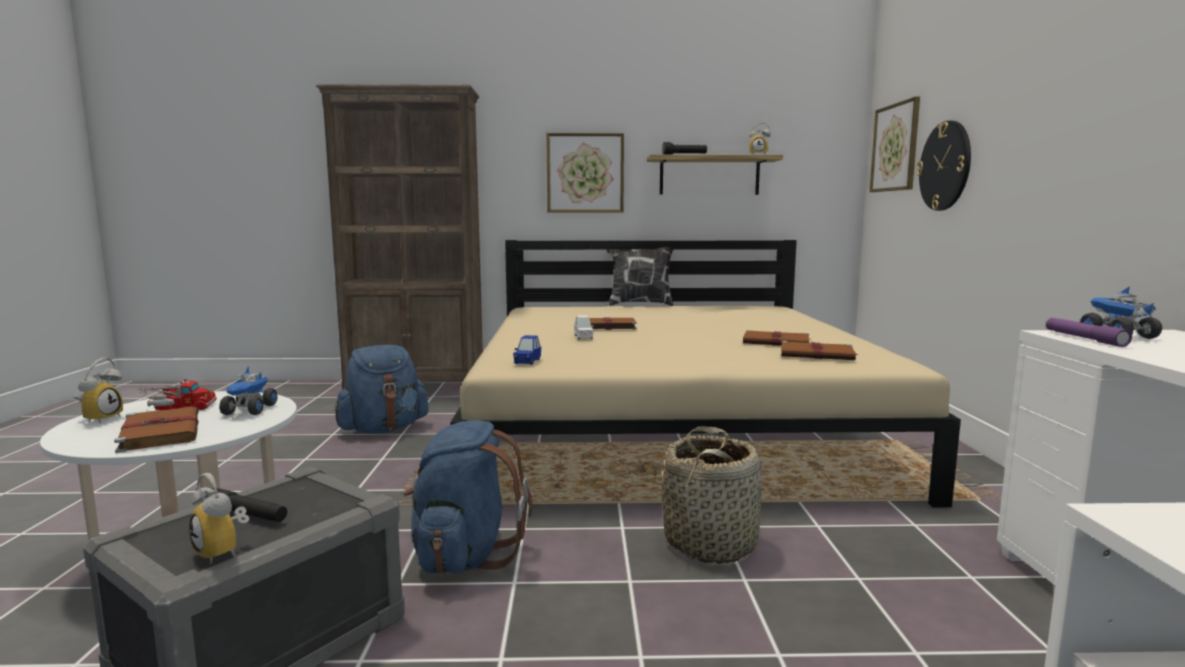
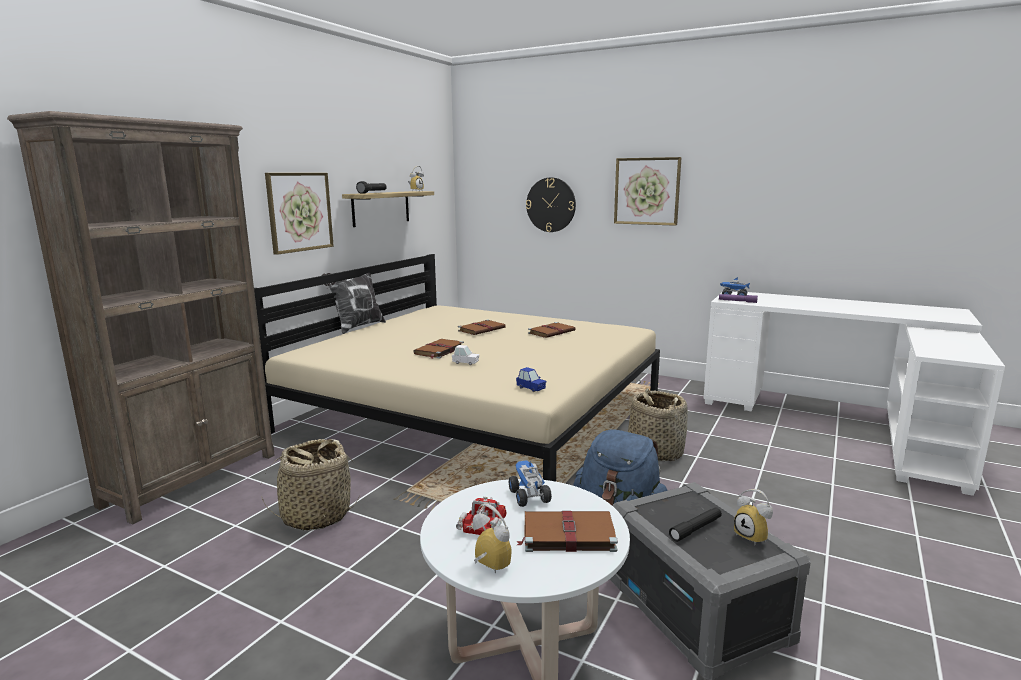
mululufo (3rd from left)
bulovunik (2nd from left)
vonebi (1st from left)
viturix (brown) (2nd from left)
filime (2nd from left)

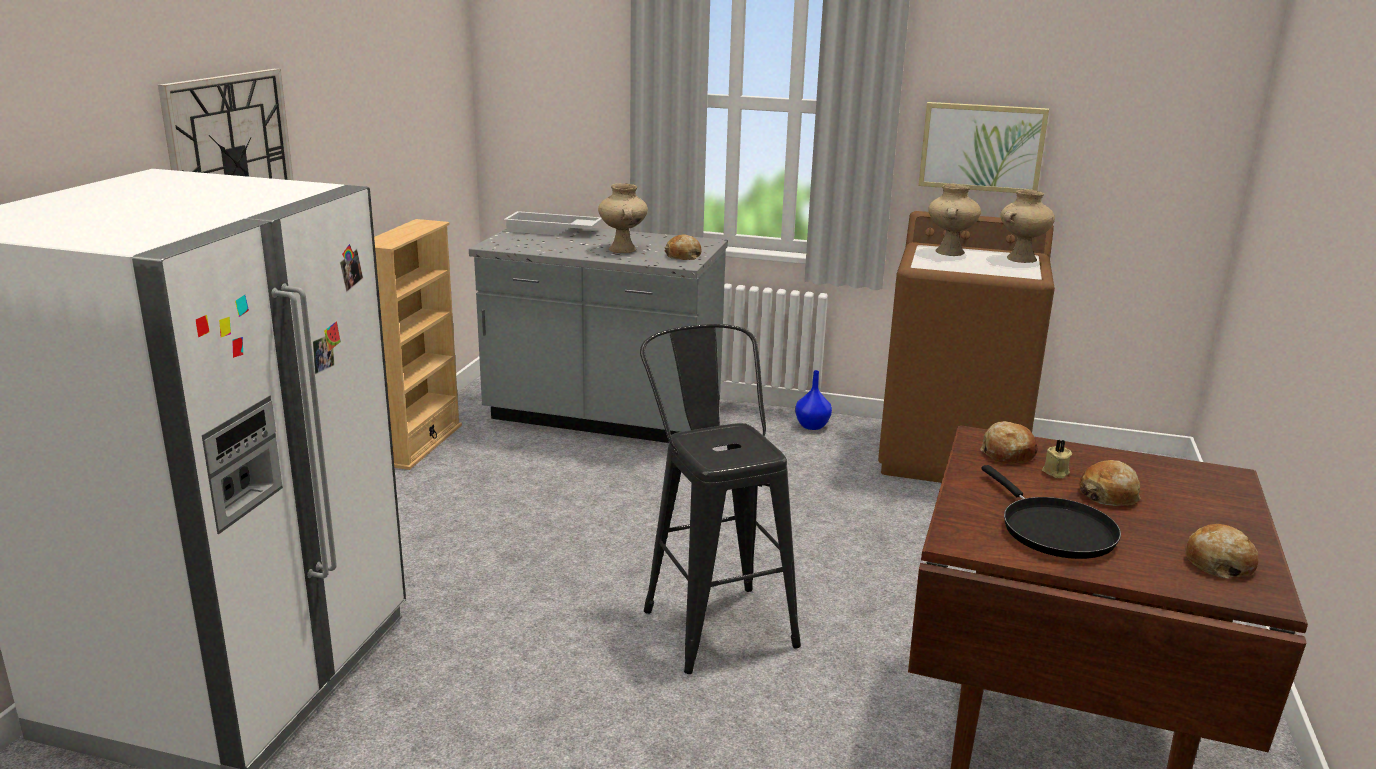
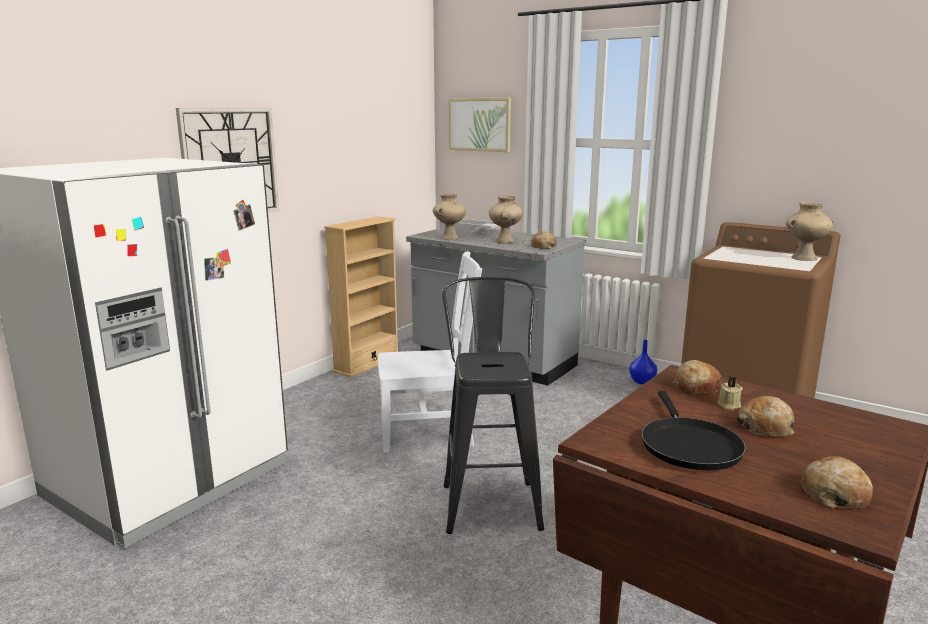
filime
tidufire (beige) (1st from left)
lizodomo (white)

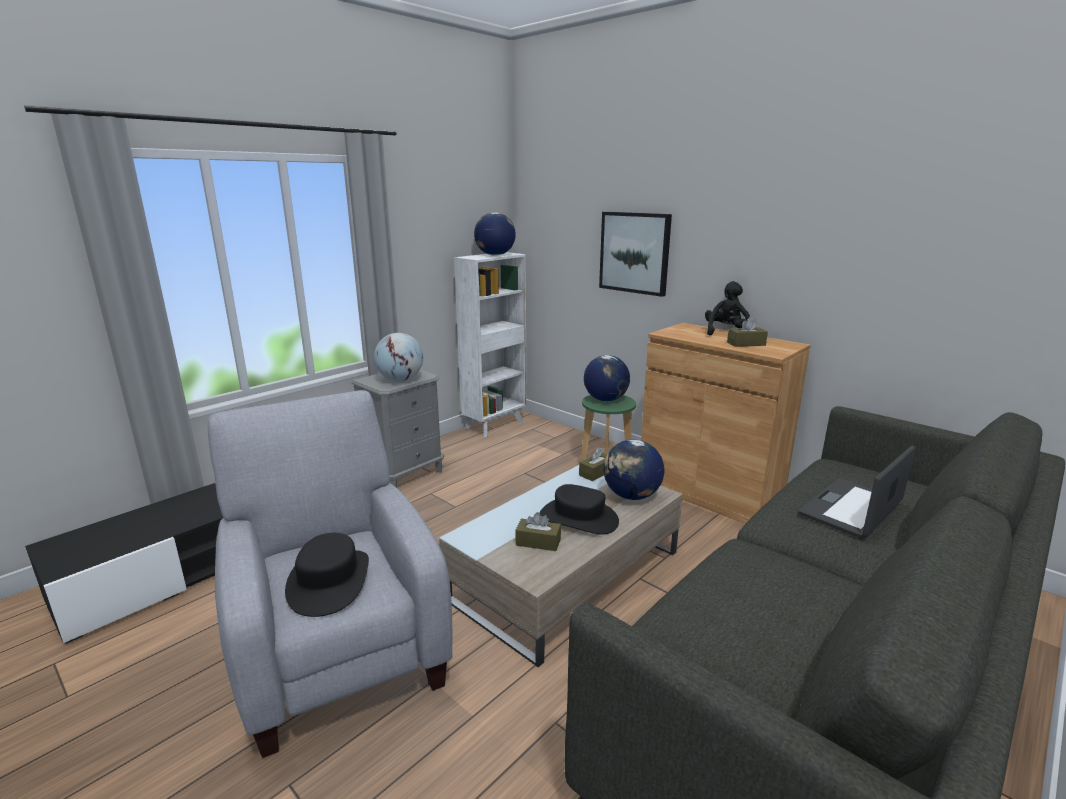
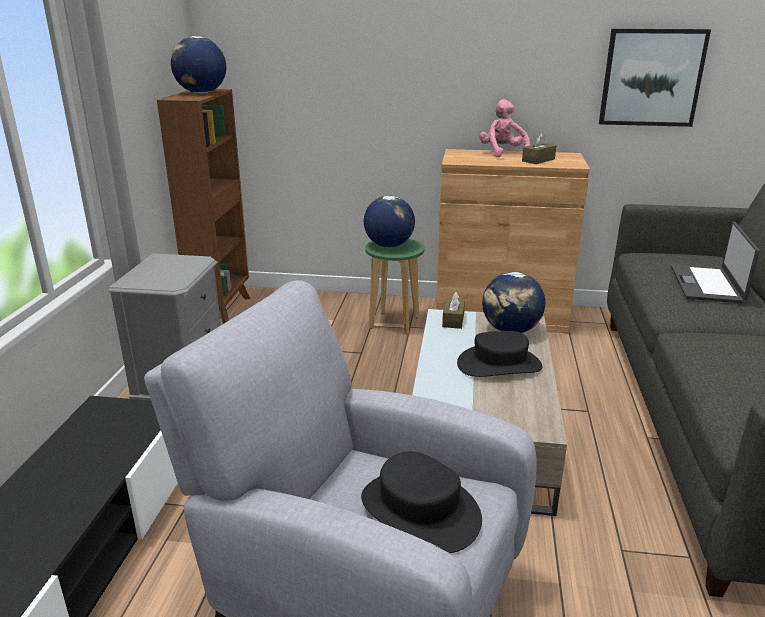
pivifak (1st from left in the first image)
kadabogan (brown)
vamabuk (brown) (1st from left in the first image)
filime
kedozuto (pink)

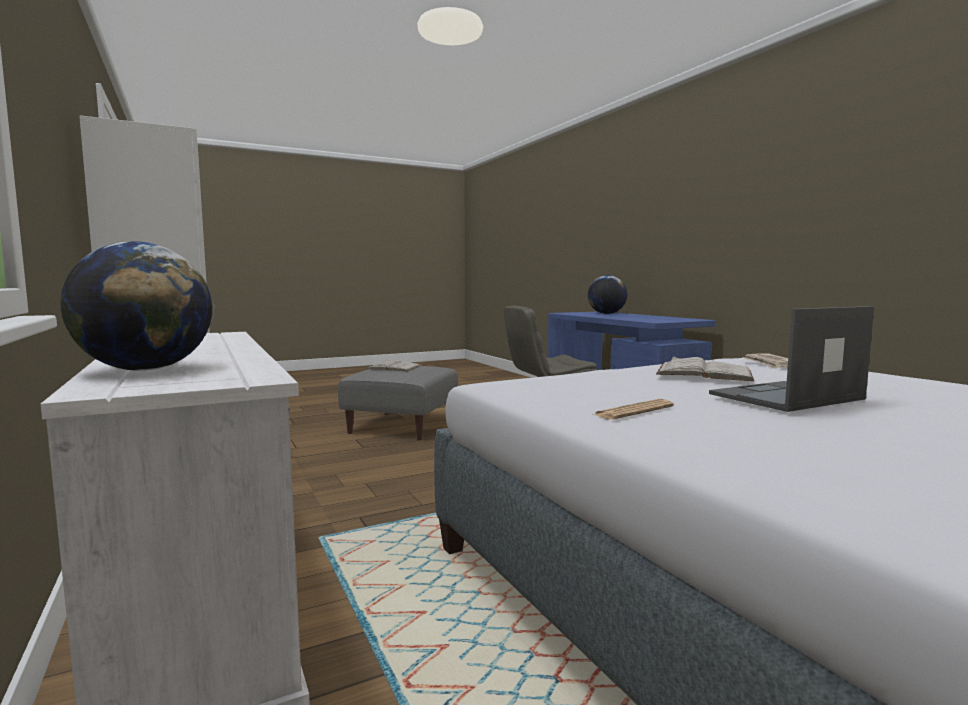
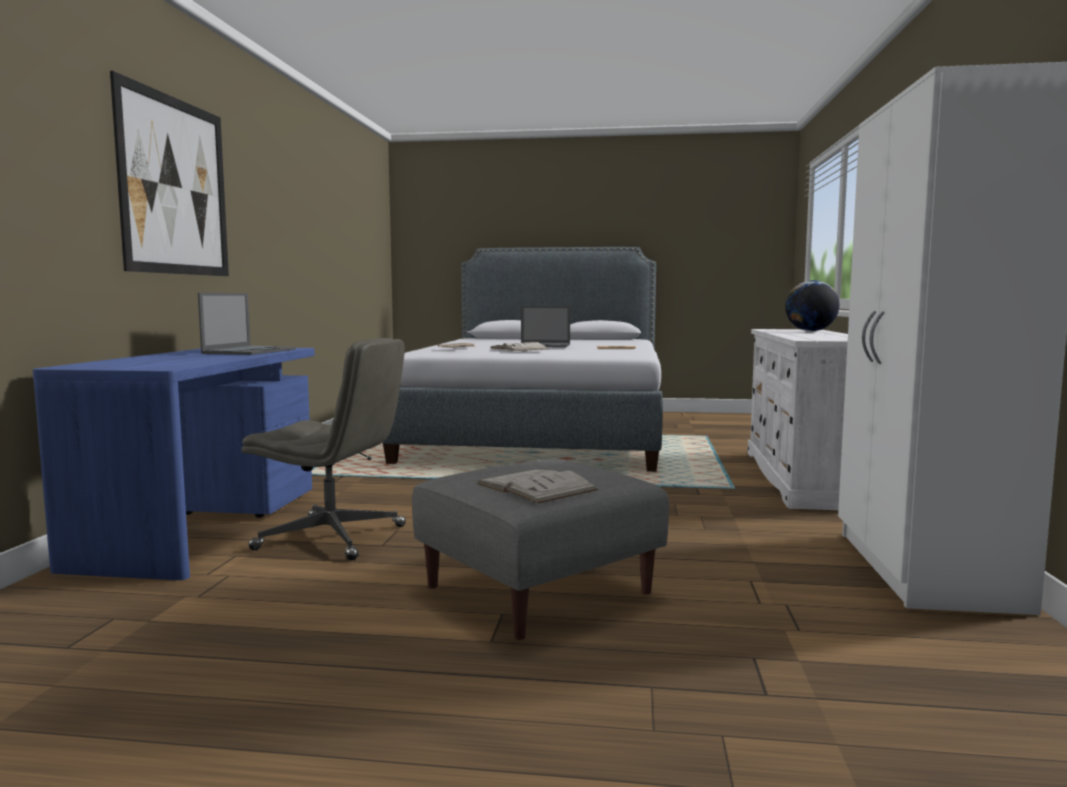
pivifak (2nd from left in the first image)
filime
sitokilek (1st from left)

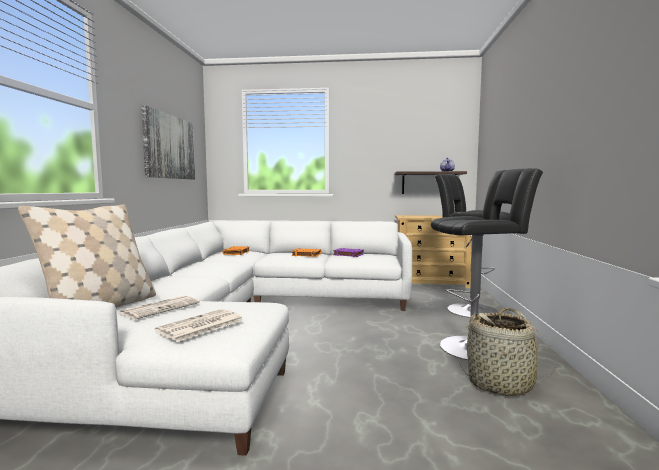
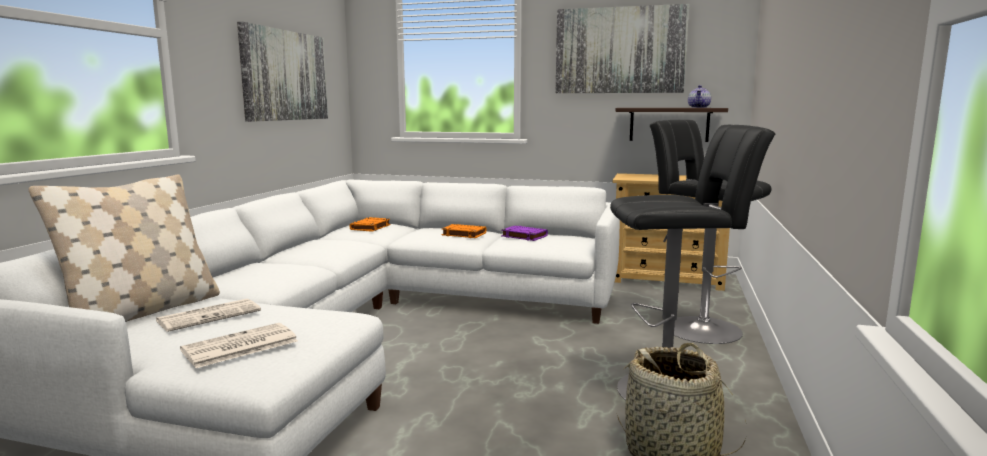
filime (2nd from left)

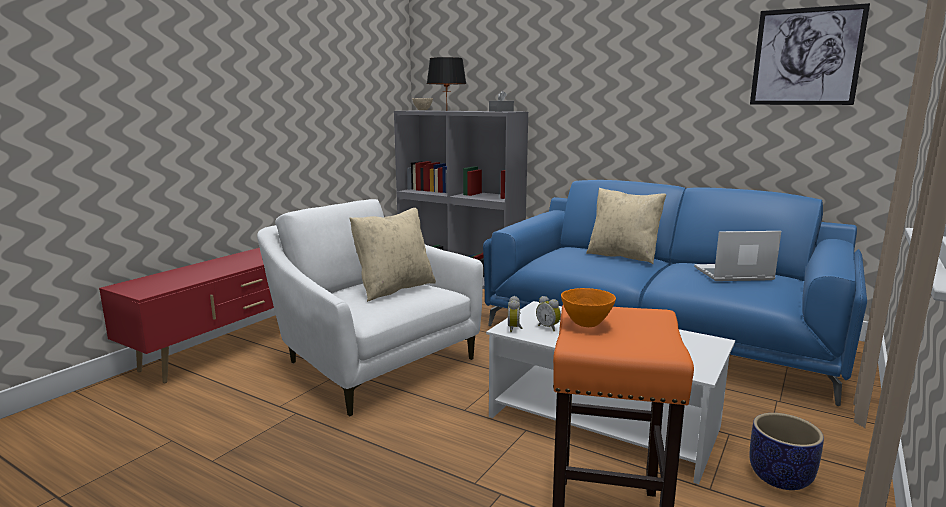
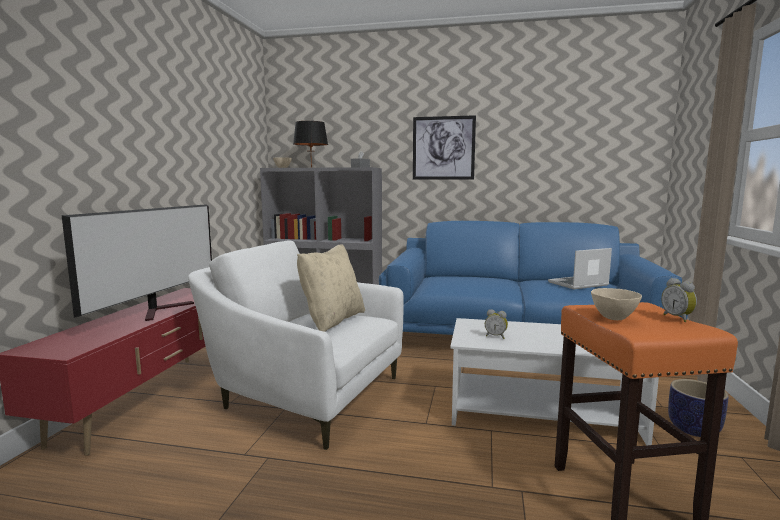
mululufo (2nd from left)
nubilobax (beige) (2nd from left)
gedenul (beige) (2nd from left in the first image)
filime
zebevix

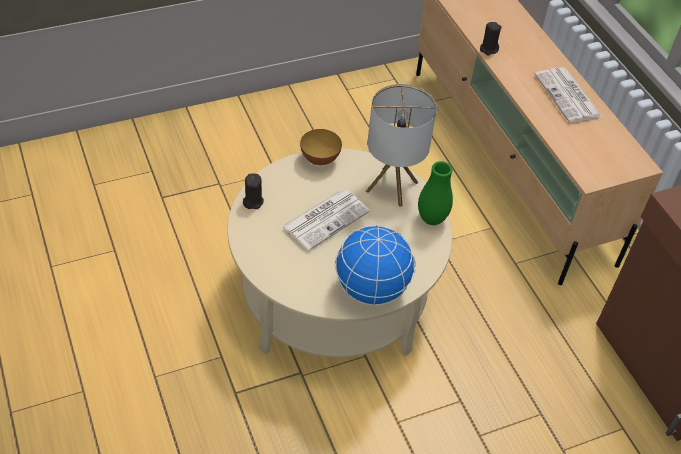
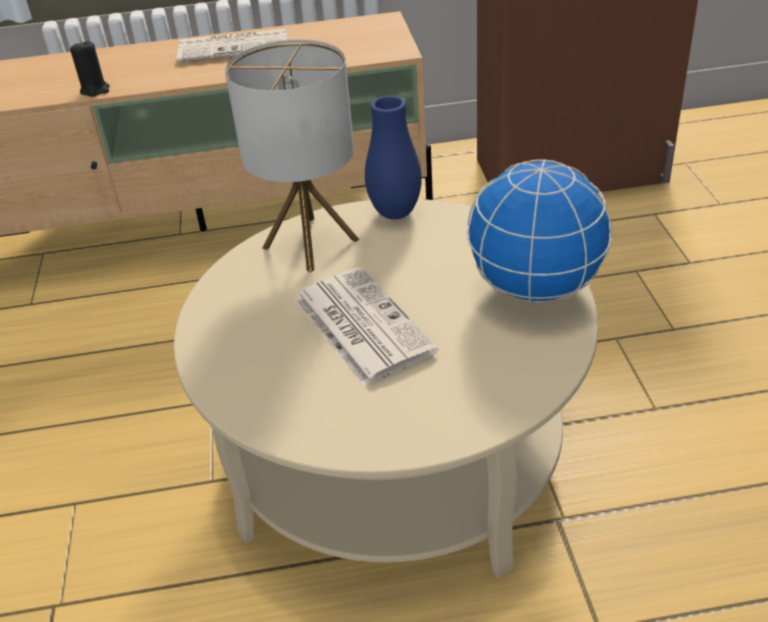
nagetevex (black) (1st from left in the first image)
nubilobax
tidufire (blue)

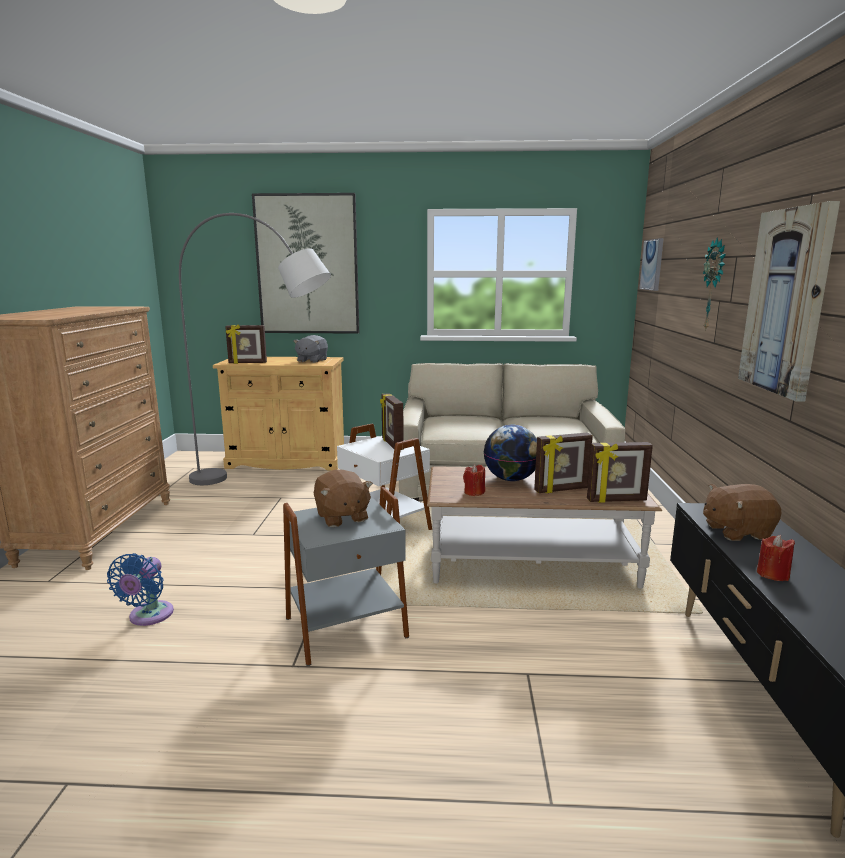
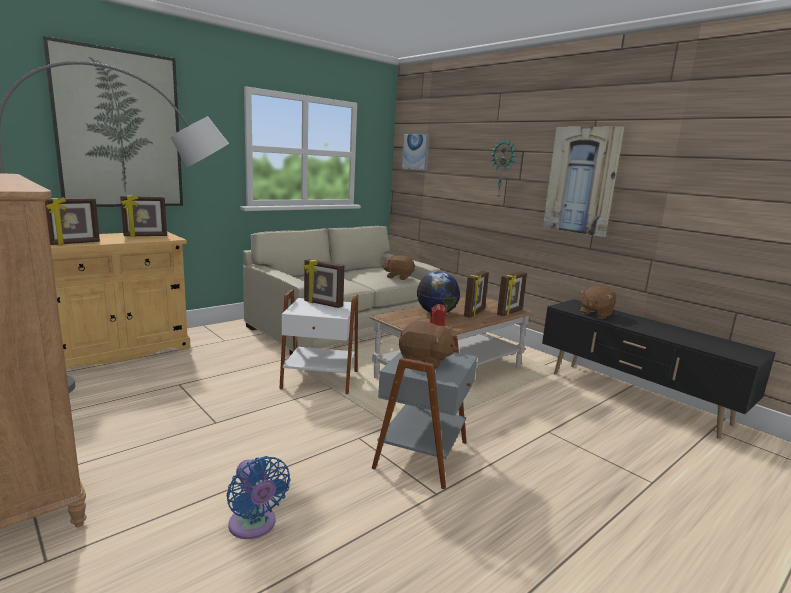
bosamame (2nd from left)
nagetevex (red) (2nd from left in the first image)
kedozuto (brown) (1st from left)

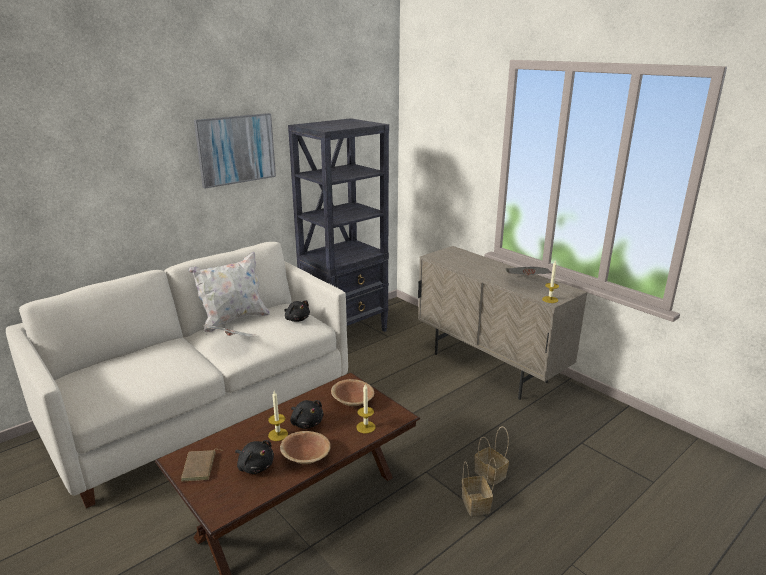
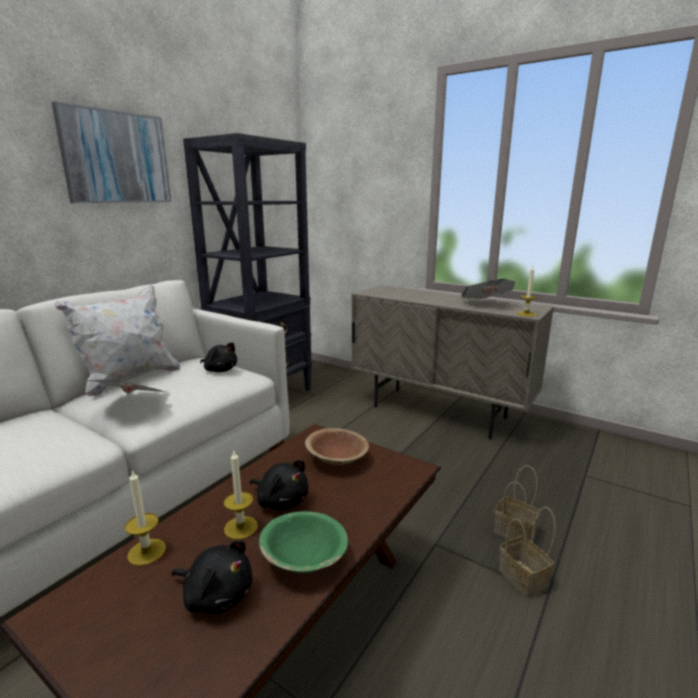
viturix (brown)
nubilobax (green)
nagetevex (1st from left)

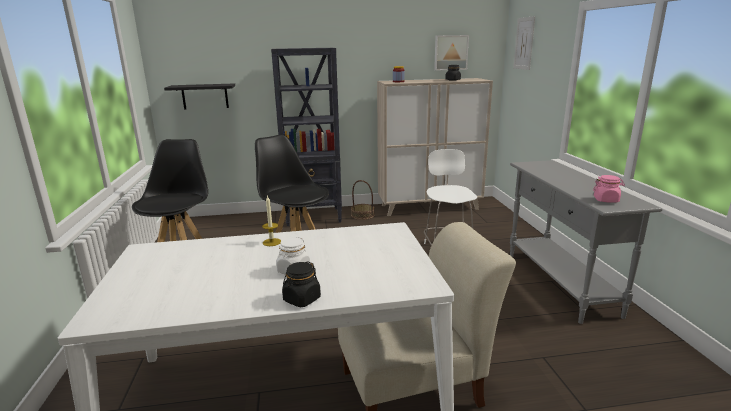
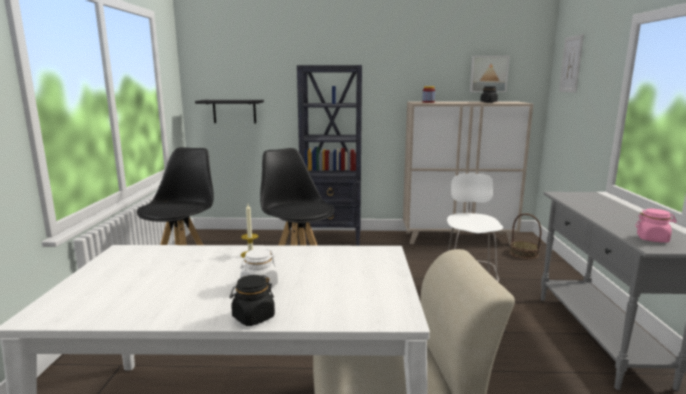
vonebi

